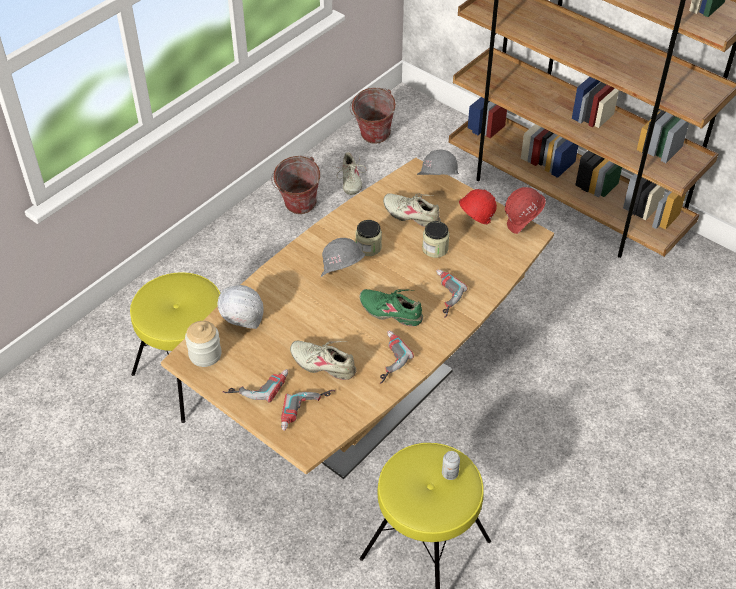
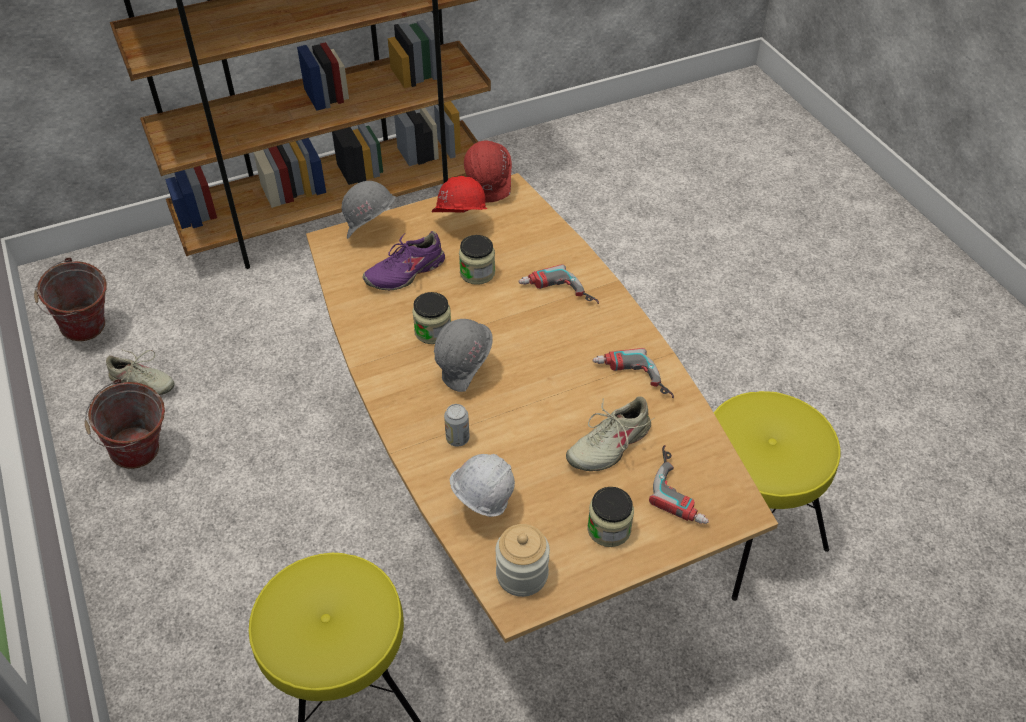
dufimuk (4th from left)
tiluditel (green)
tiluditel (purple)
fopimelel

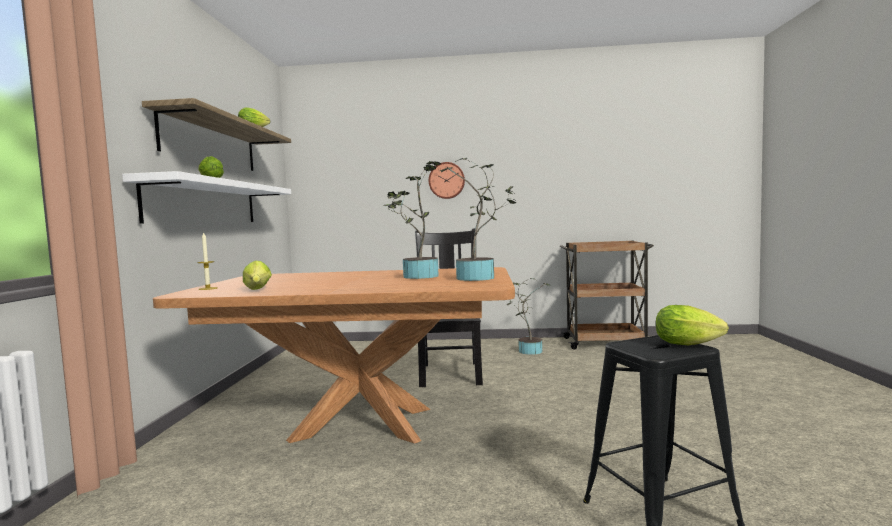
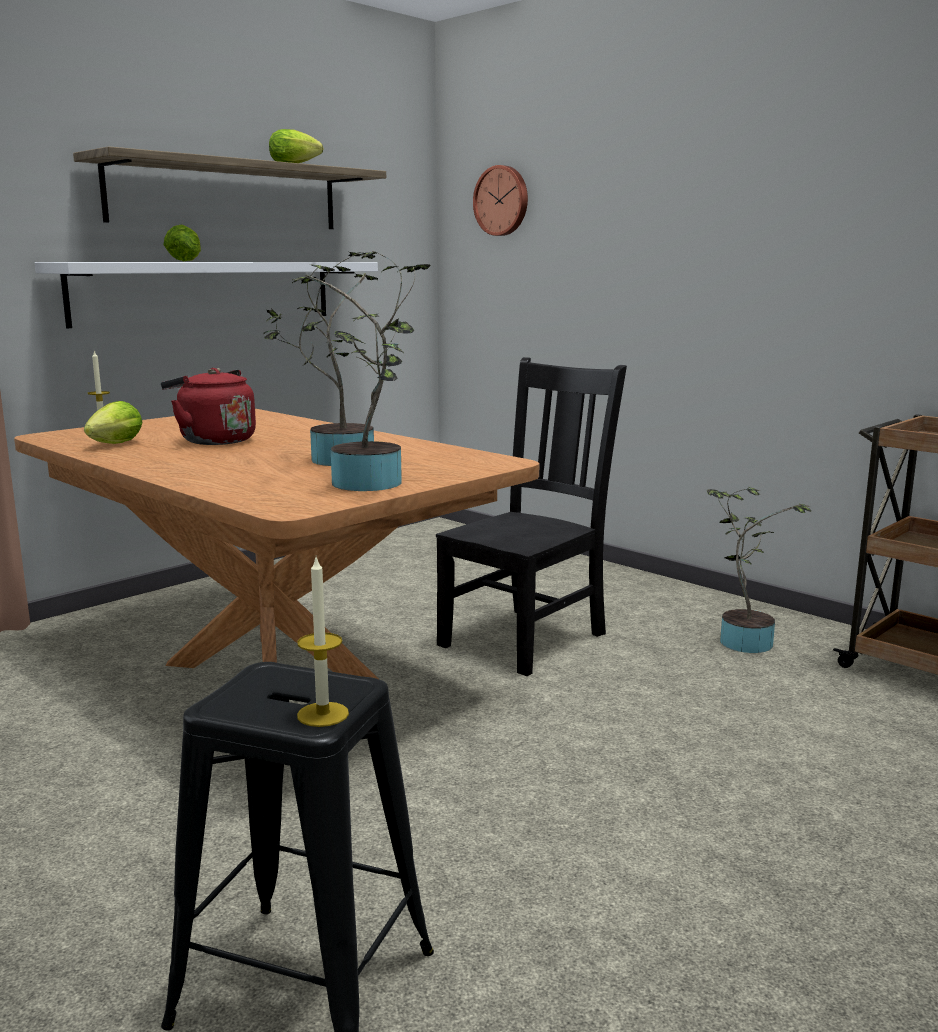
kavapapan
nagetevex (2nd from left)
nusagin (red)

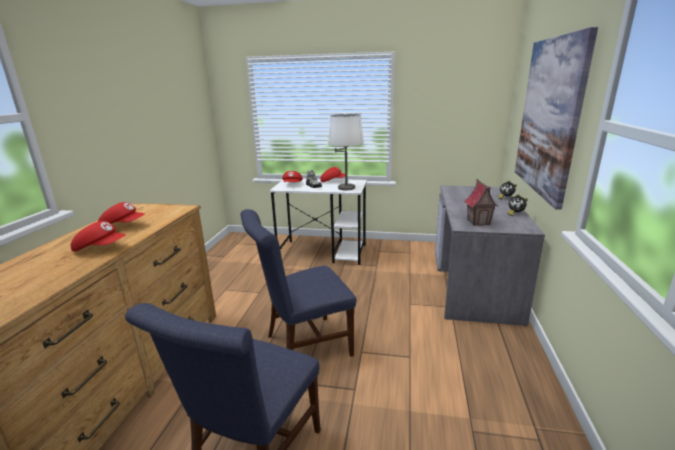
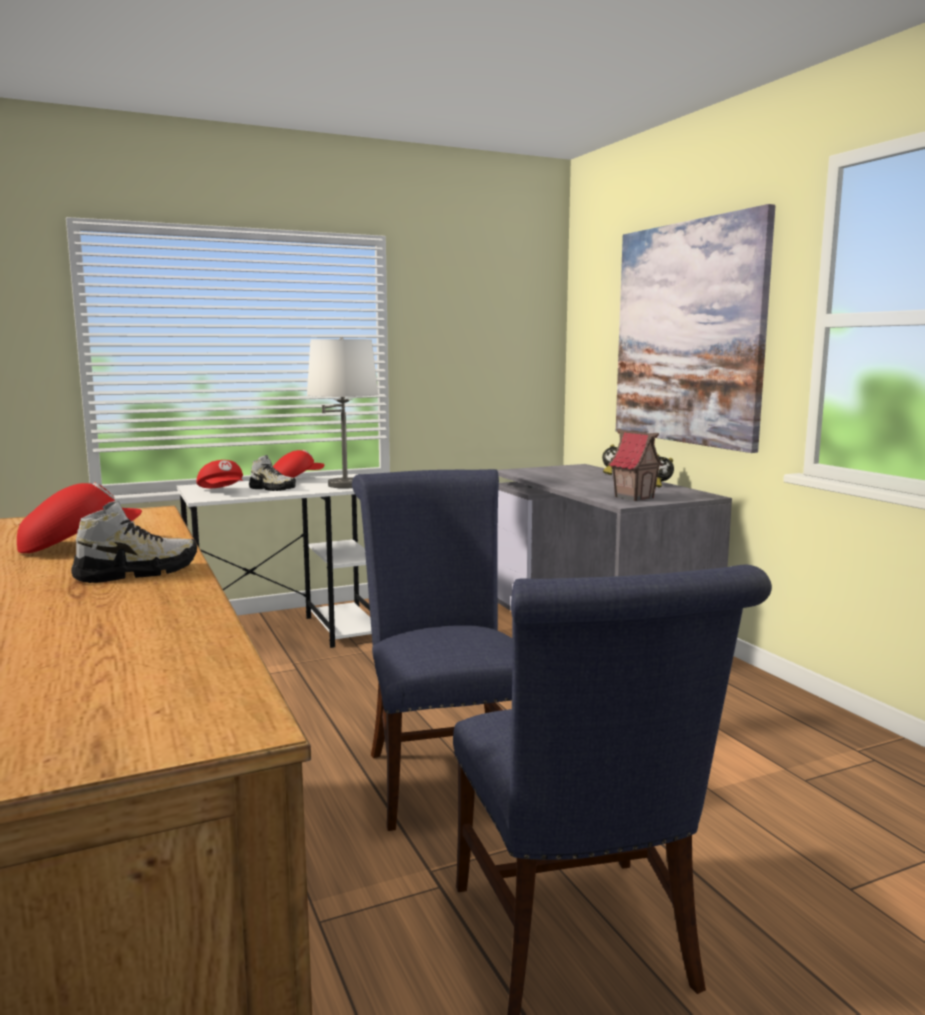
tiluditel (1st from left)
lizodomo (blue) (1st from left)

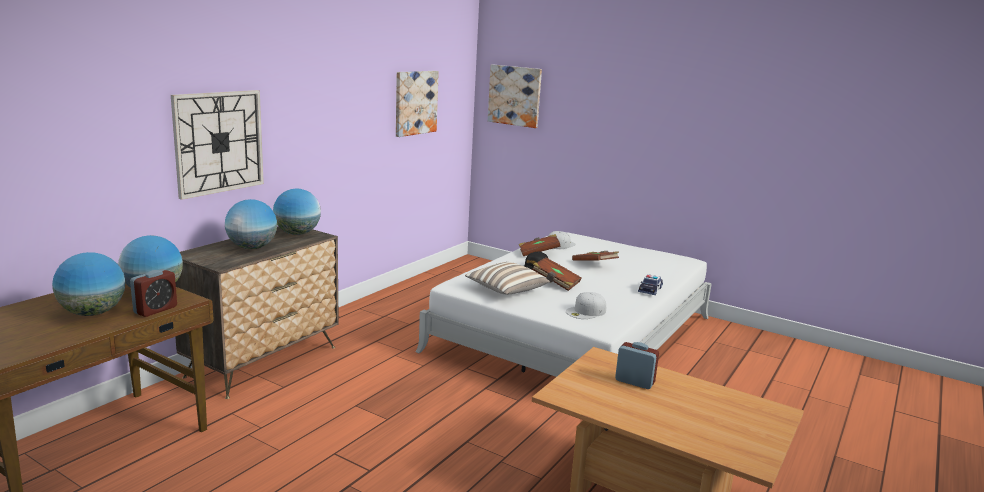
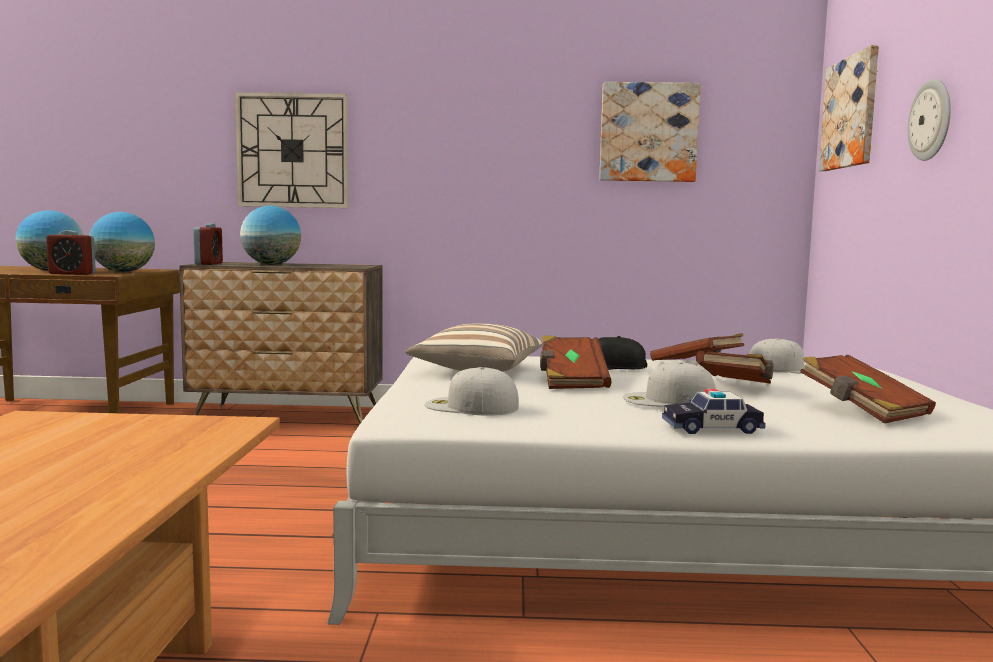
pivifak (4th from left in the first image)
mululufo (2nd from left)
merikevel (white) (2nd from left)
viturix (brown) (4th from left)
kavapapan (2nd from left)

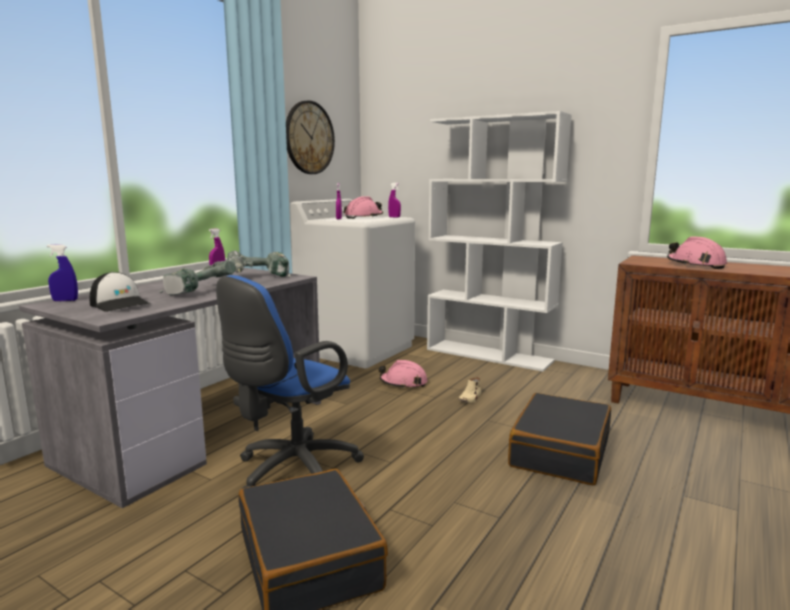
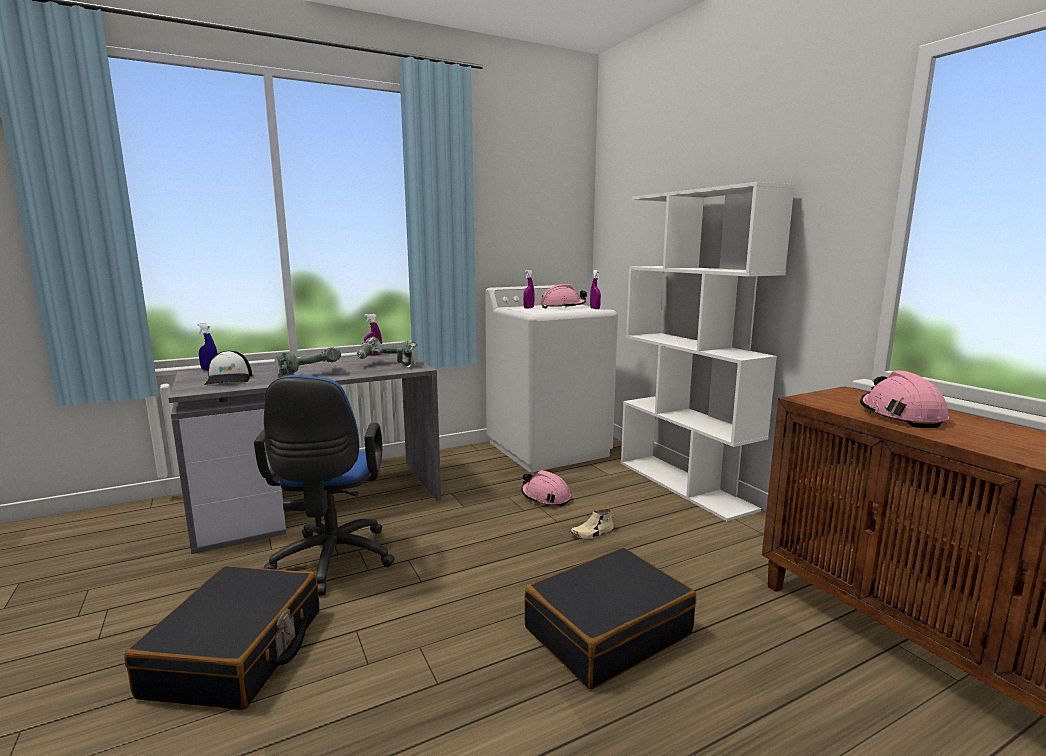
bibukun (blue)
kavapapan

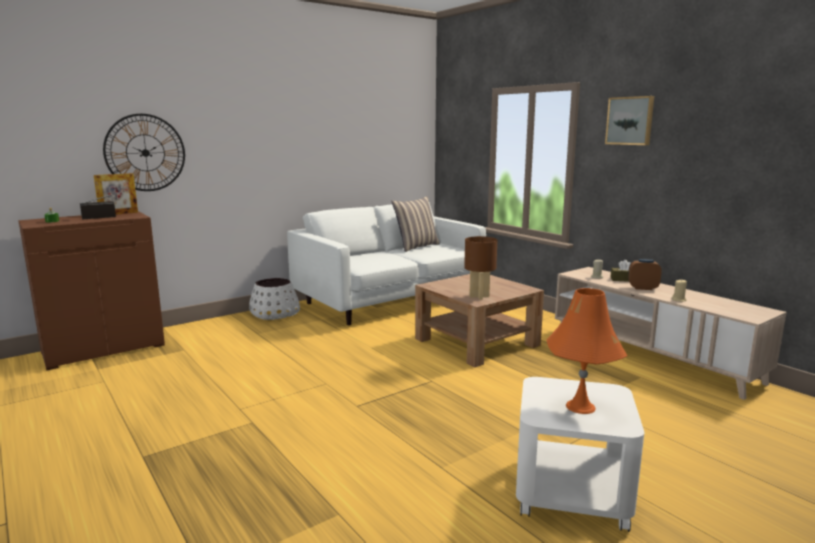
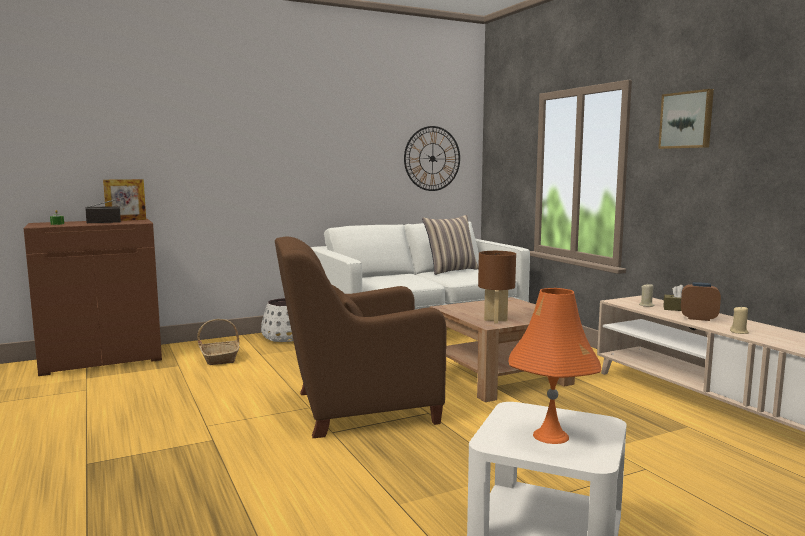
kavapapan
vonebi
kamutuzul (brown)

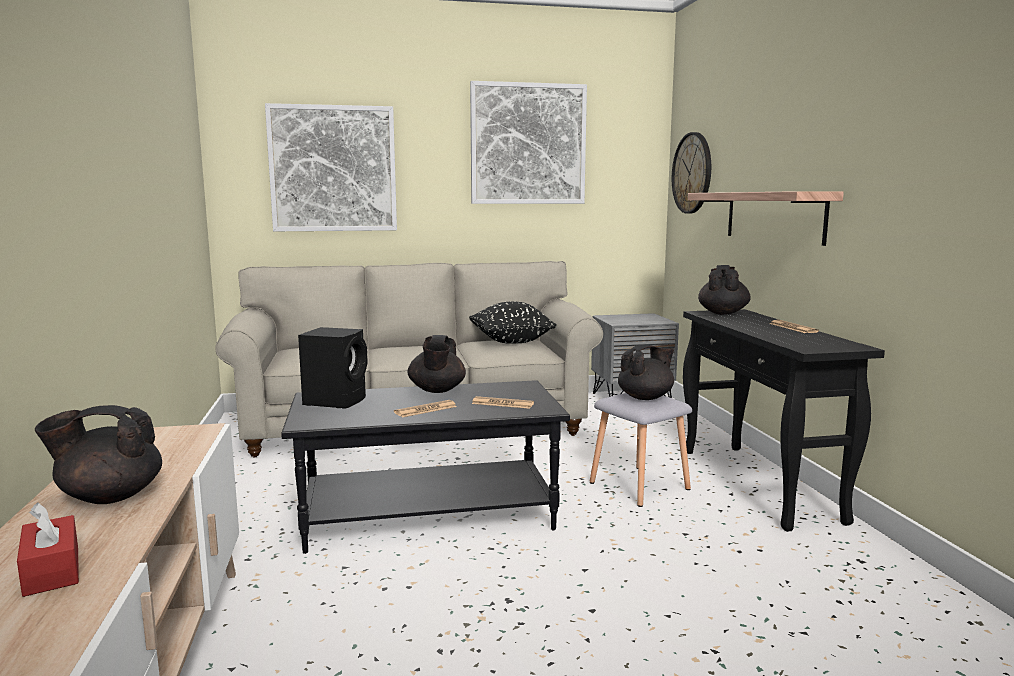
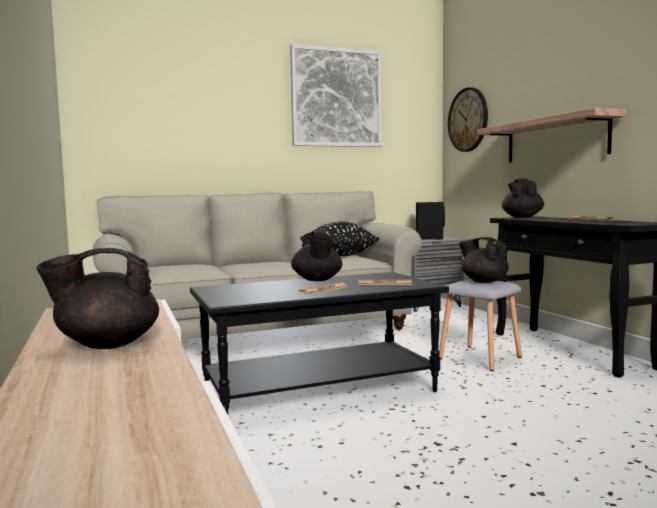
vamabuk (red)
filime (1st from left in the first image)
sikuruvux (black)
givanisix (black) (3rd from left)

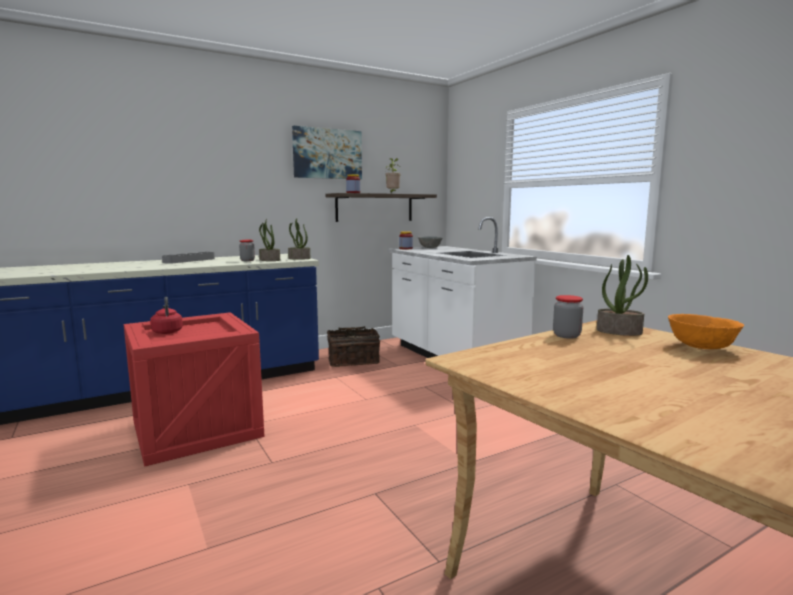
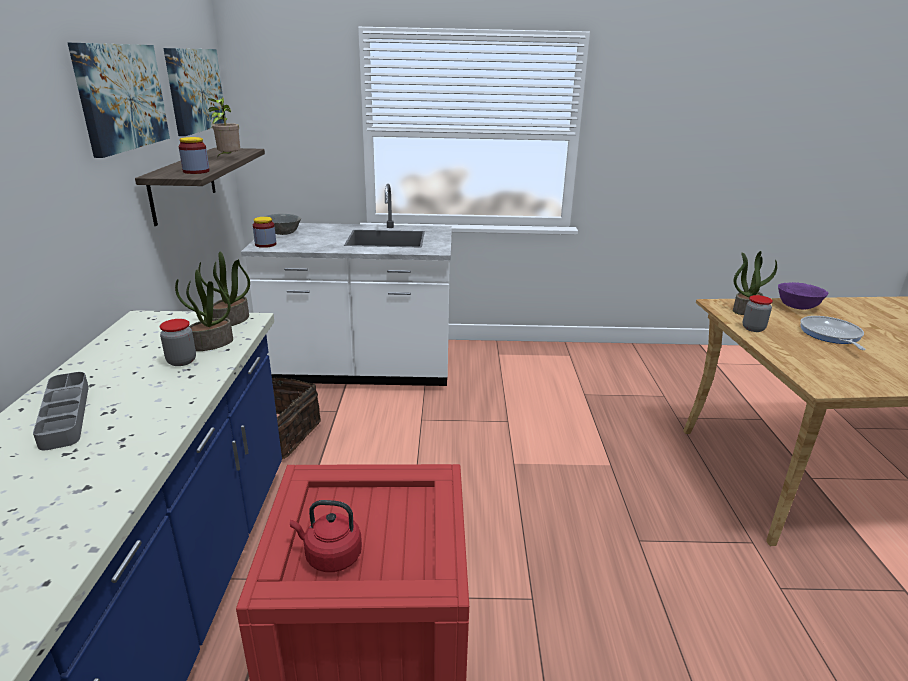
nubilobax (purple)
filime (2nd from left)
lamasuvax

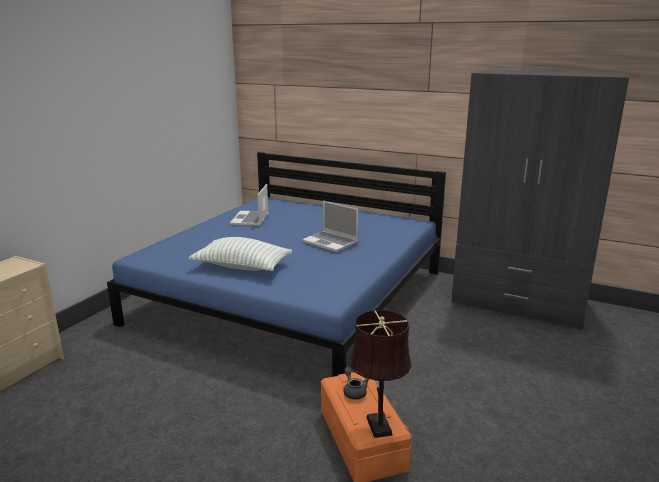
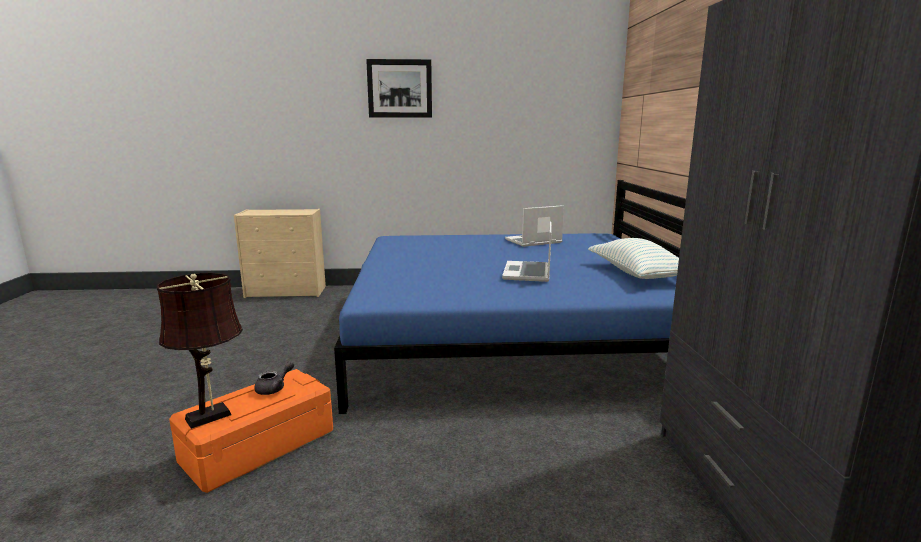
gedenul
filime

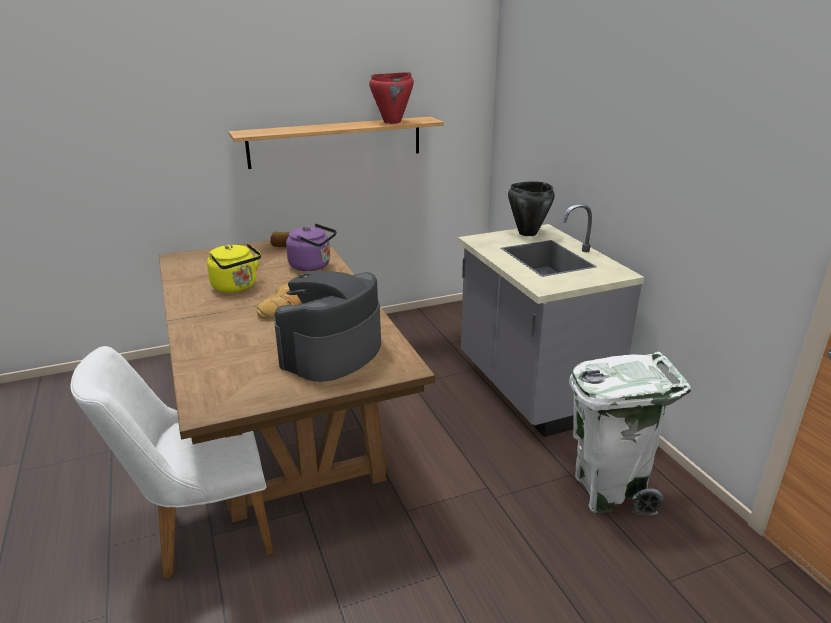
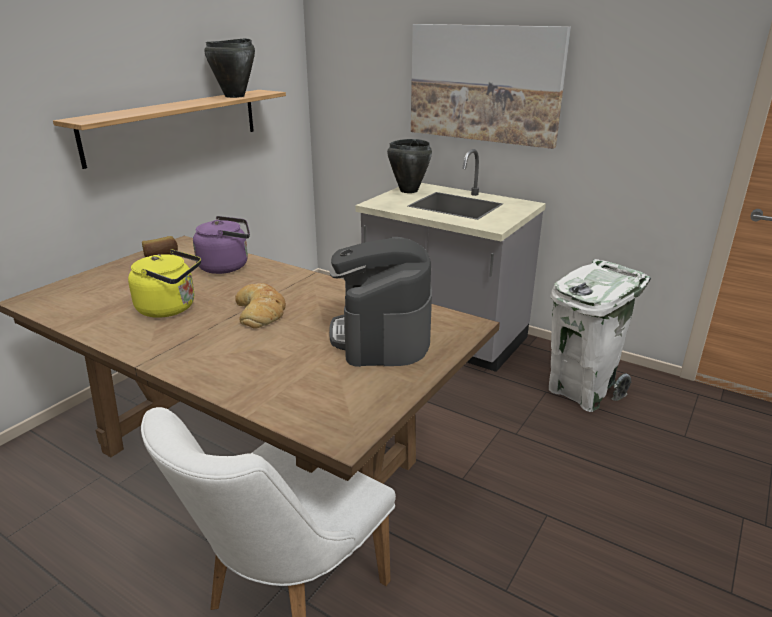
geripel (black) (1st from left)
filime

